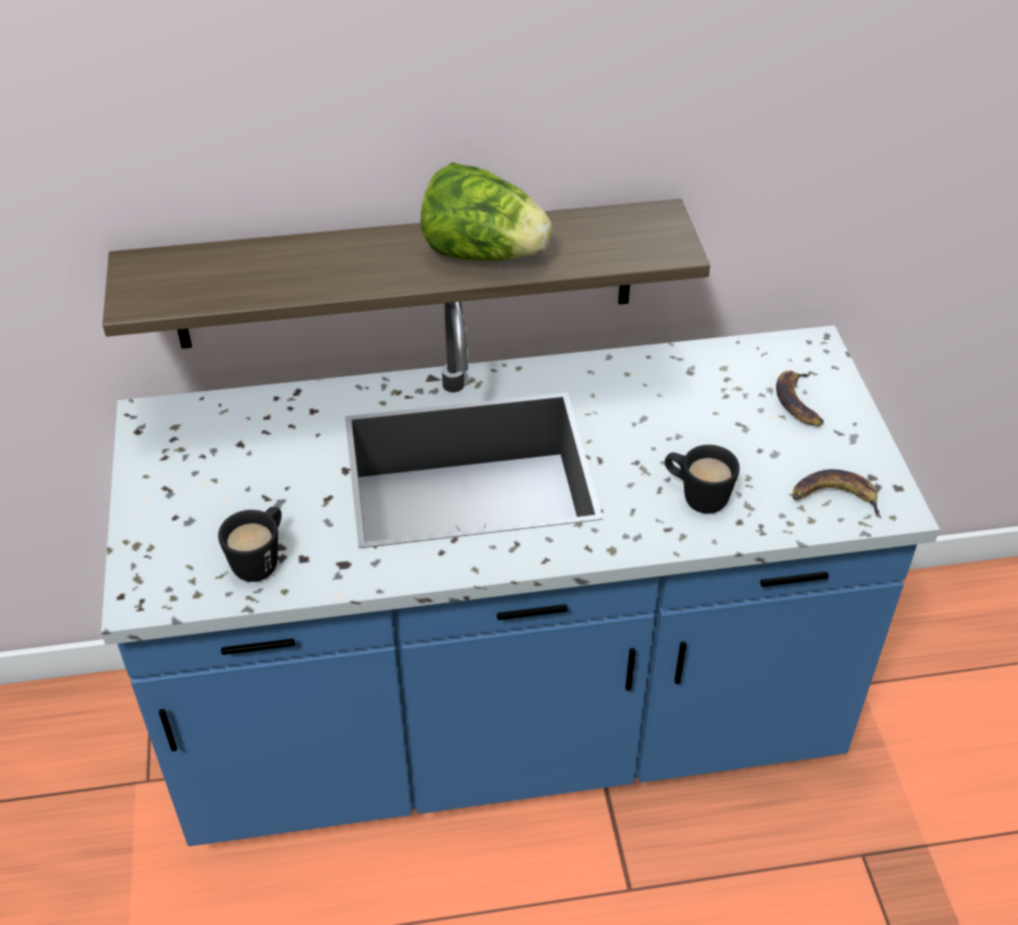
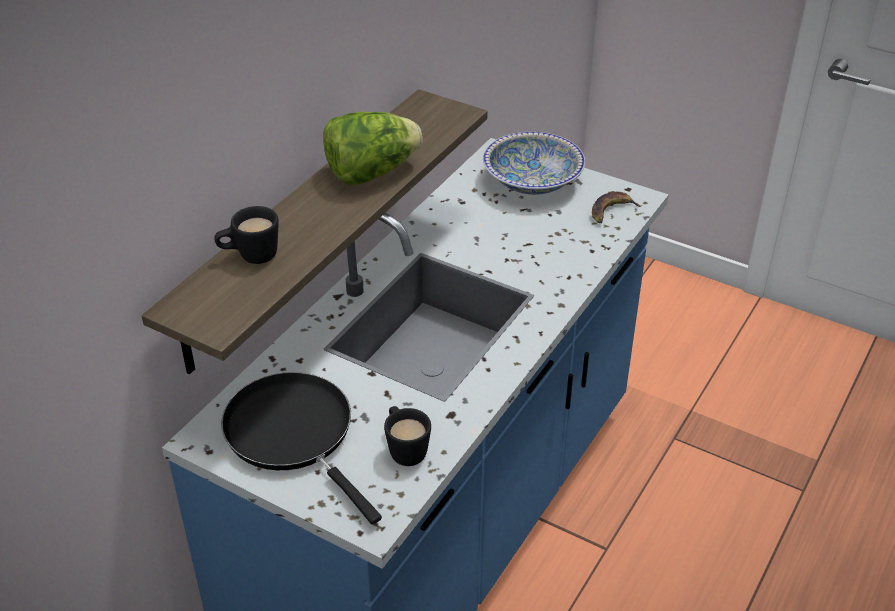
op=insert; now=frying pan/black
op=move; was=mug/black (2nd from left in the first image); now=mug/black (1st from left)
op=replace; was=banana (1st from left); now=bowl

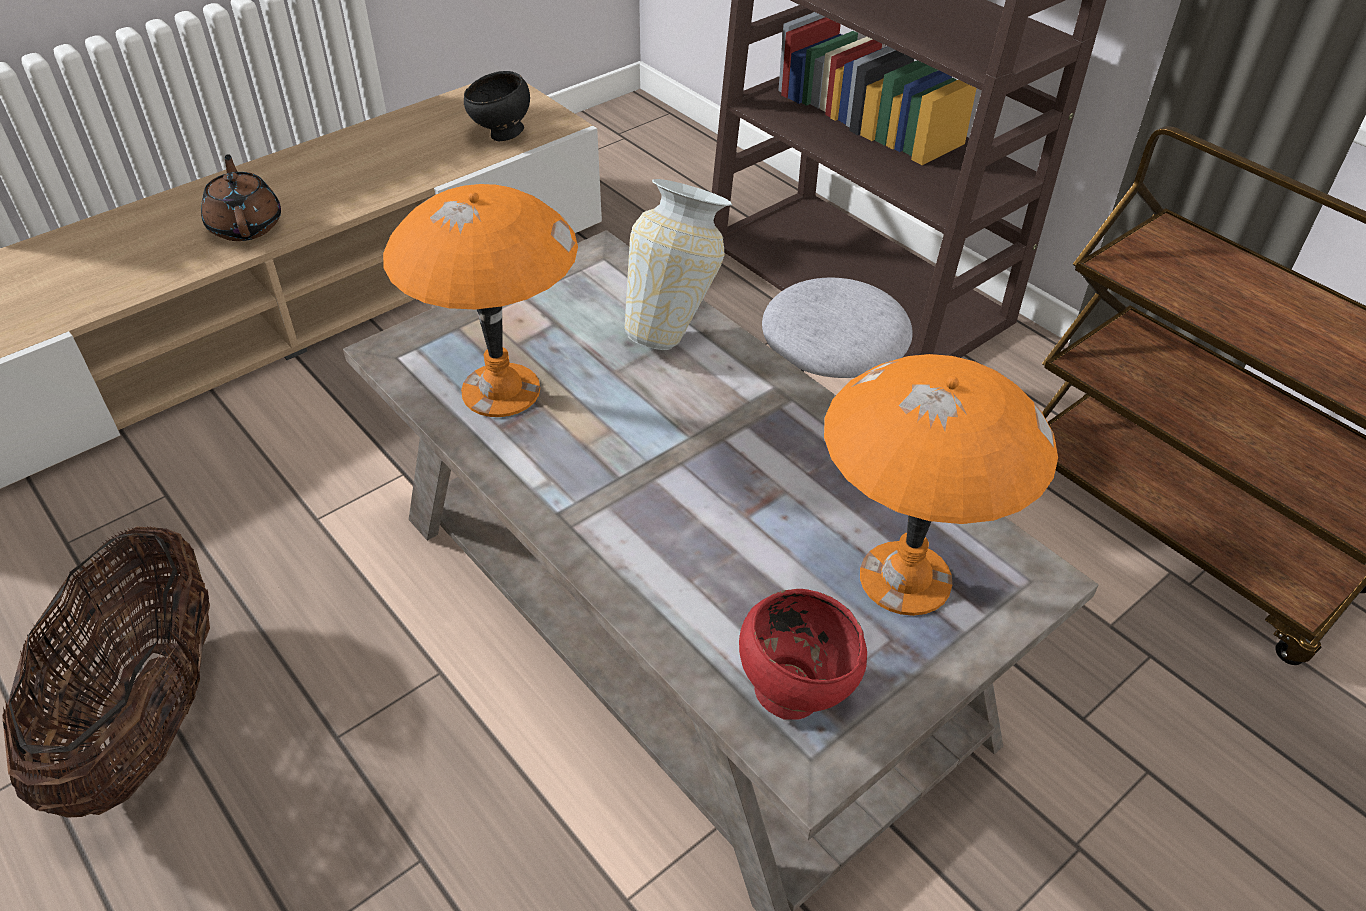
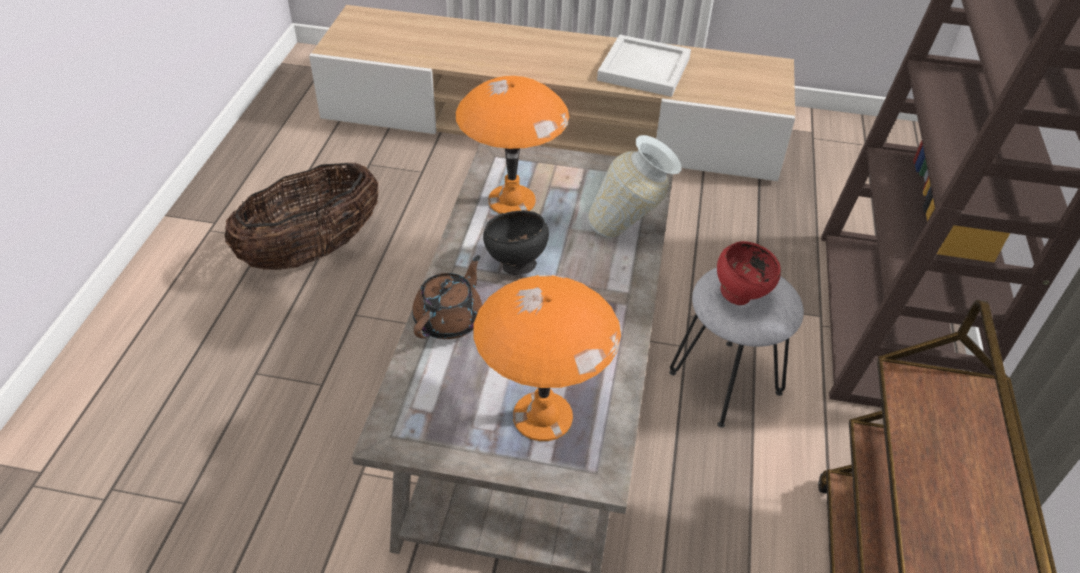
op=insert; now=tray/white
op=move; was=teapot/brown
op=move; was=bowl/black
op=move; was=bowl/red

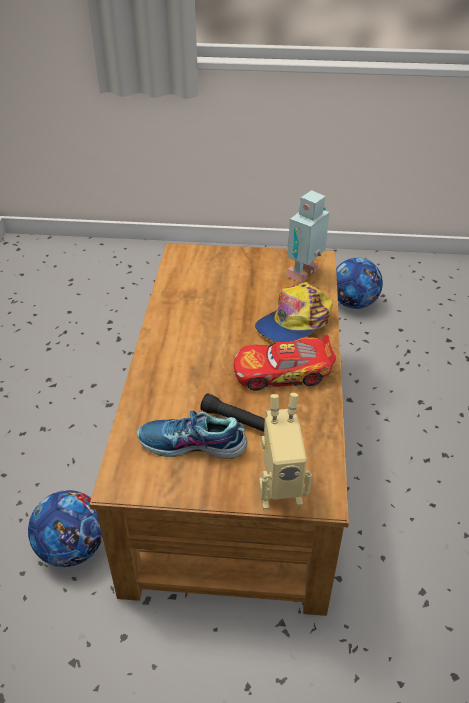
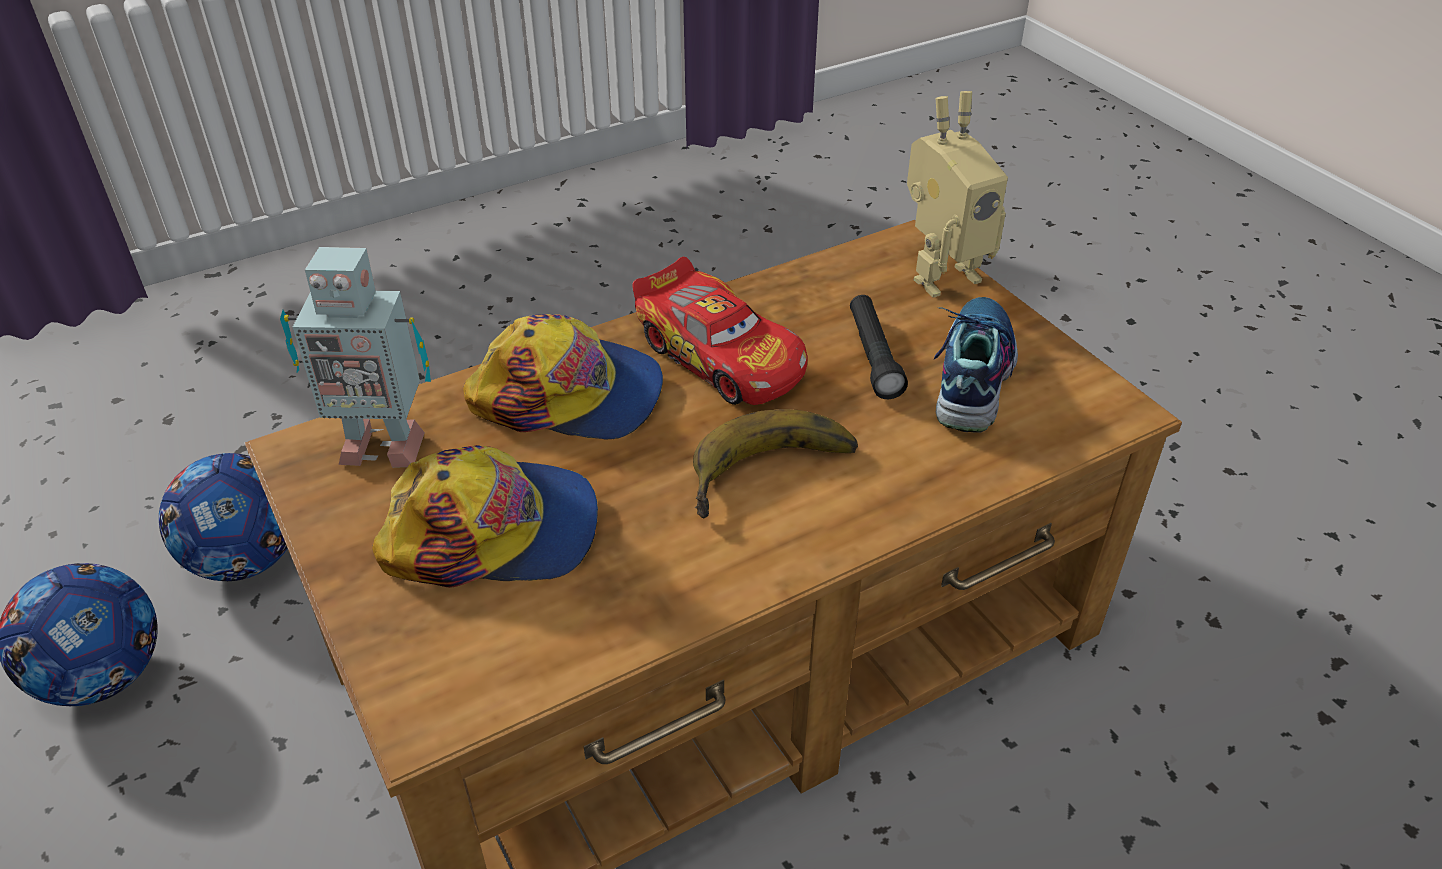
op=insert; now=cap (1st from left)
op=insert; now=banana
op=move; was=football (1st from left in the first image); now=football (2nd from left)
op=rotate; was=shoe; clockwise=-135
op=rotate; was=toy robot (1st from left in the first image); clockwise=105

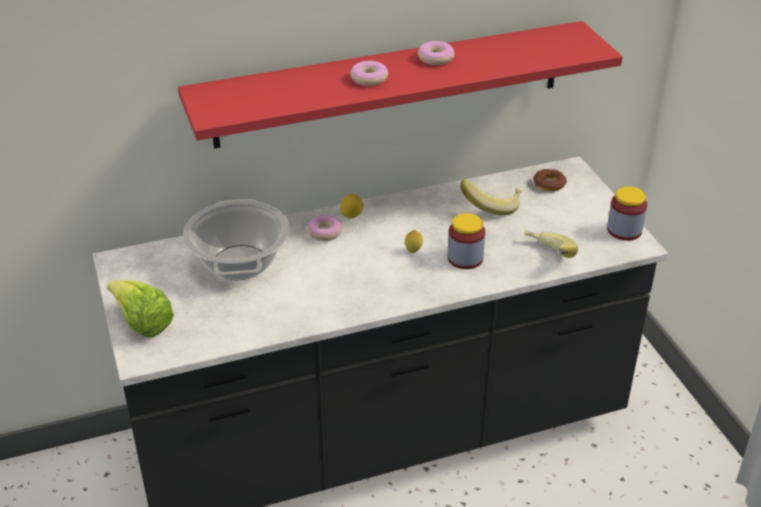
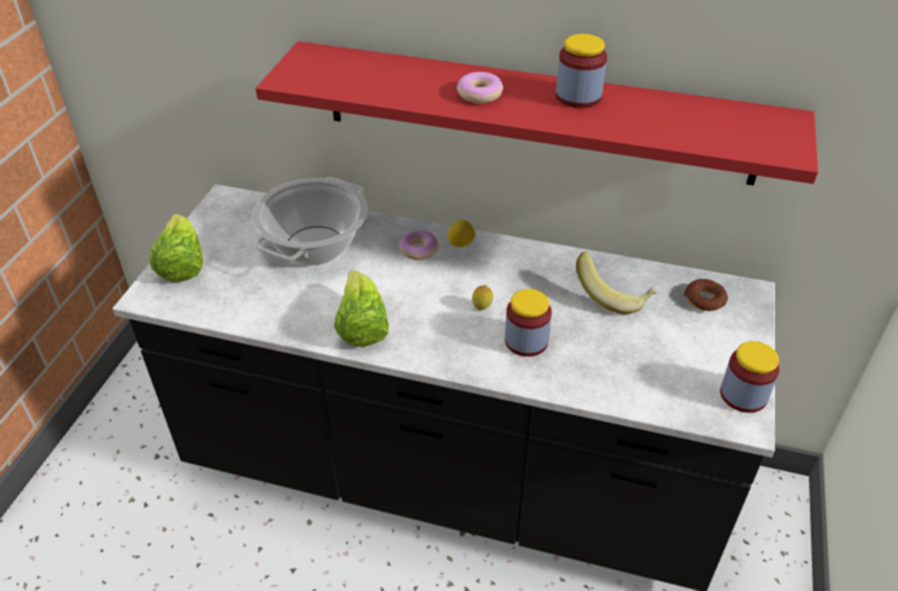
op=delete; was=banana (2nd from left)
op=insert; now=lettuce (2nd from left)
op=replace; was=donut (3rd from left); now=jar (2nd from left)

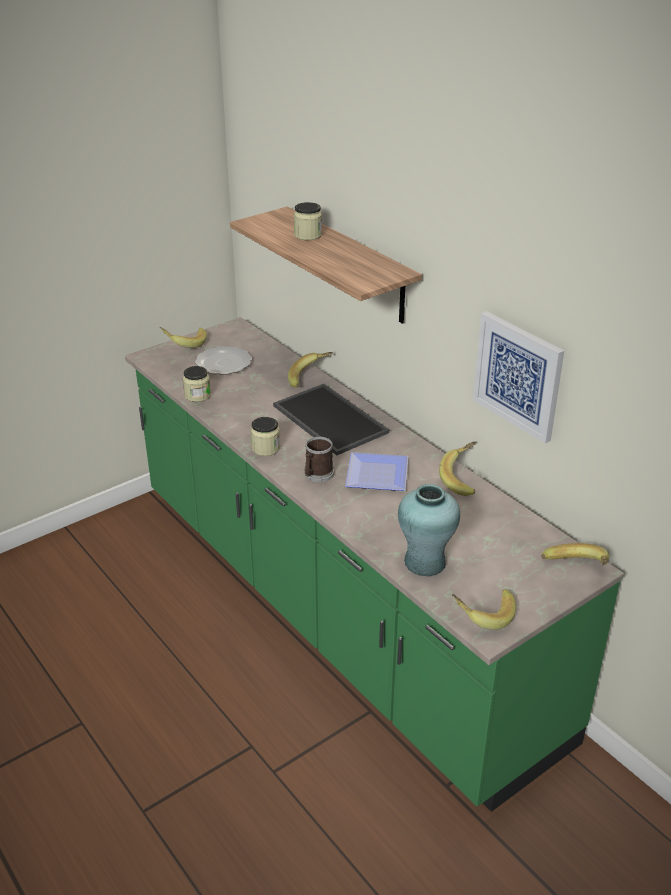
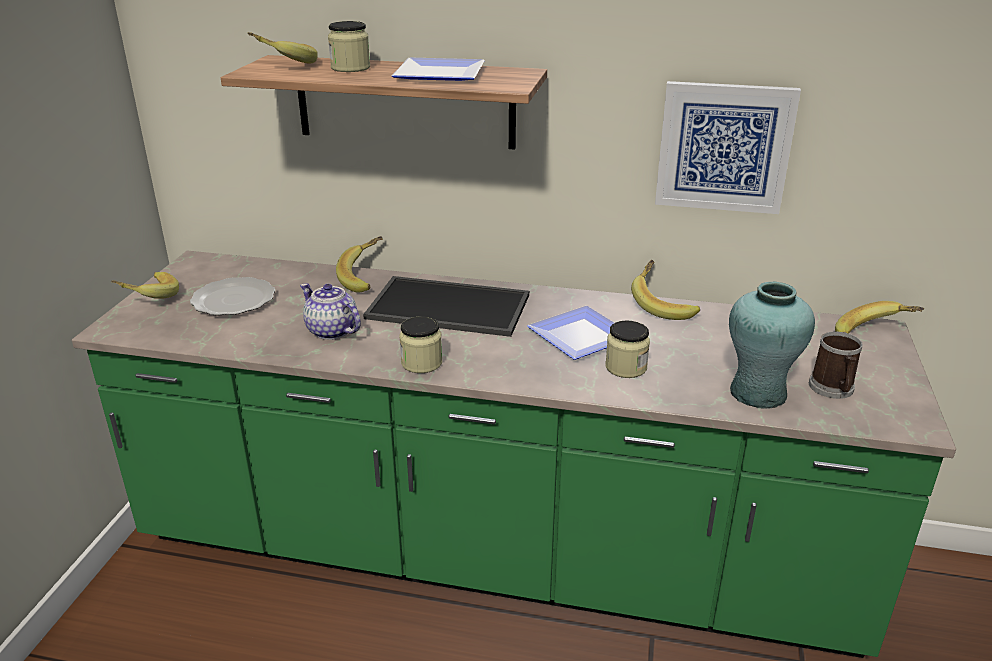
op=insert; now=teapot
op=insert; now=plate (2nd from left)
op=move; was=jar (1st from left in the first image); now=jar (3rd from left)
op=move; was=mug
op=move; was=banana (4th from left in the first image); now=banana (2nd from left)

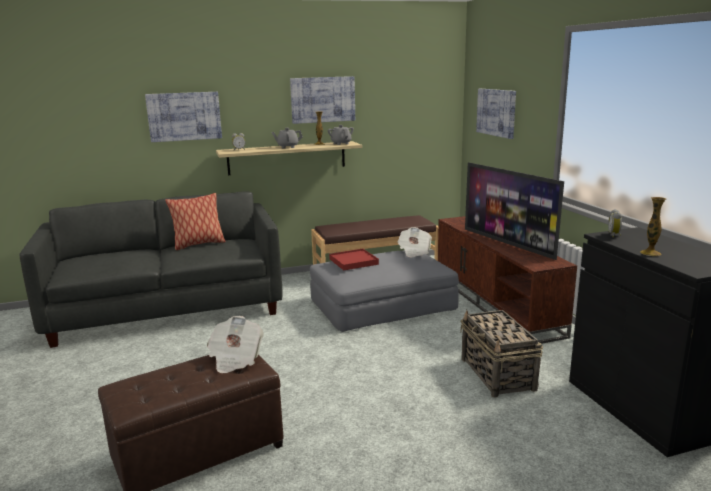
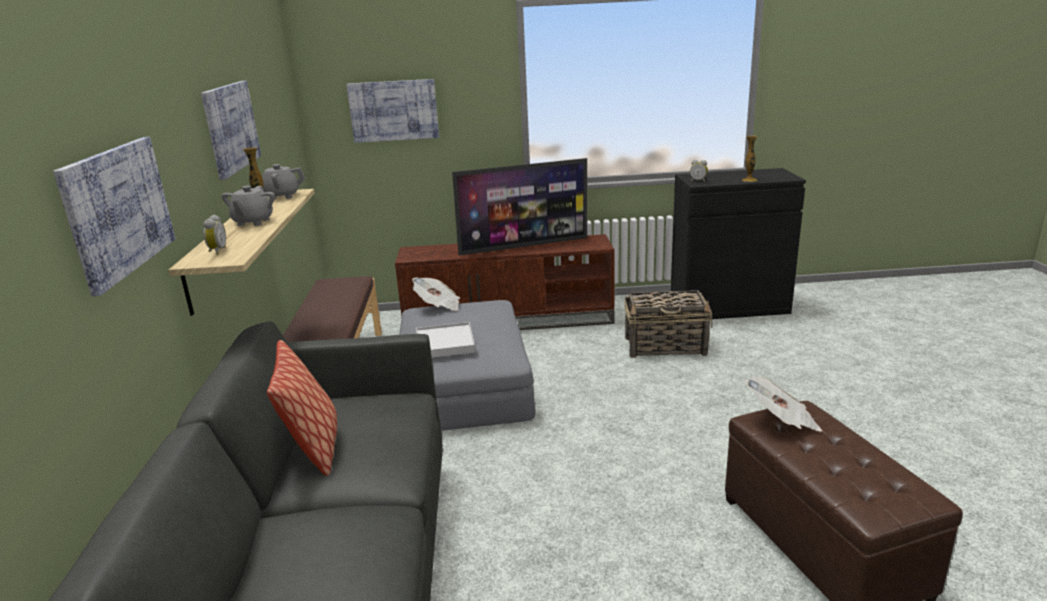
op=recolor; was=tray/red; now=tray/white

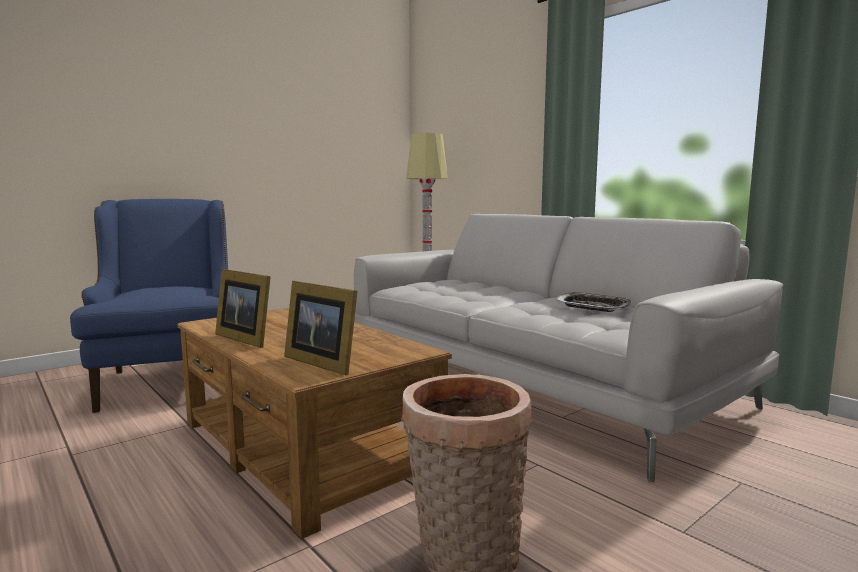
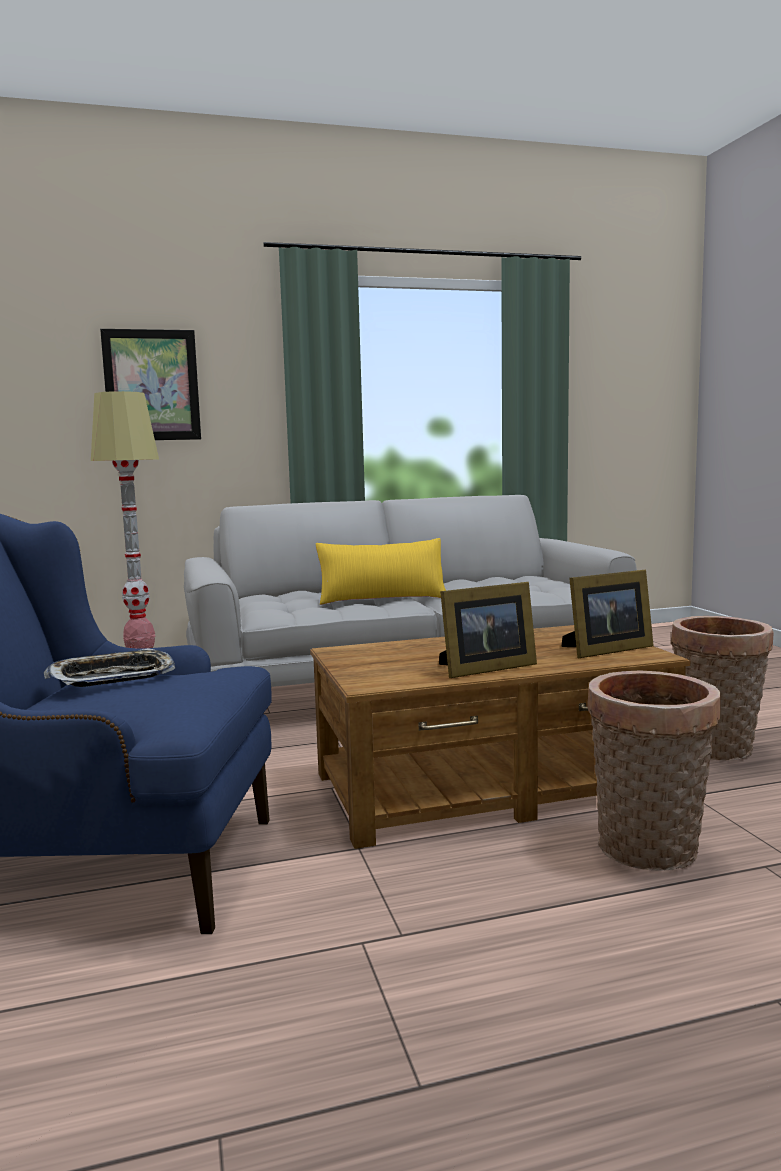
op=insert; now=picture
op=insert; now=pillow/yellow
op=insert; now=basket (1st from left)
op=move; was=tray

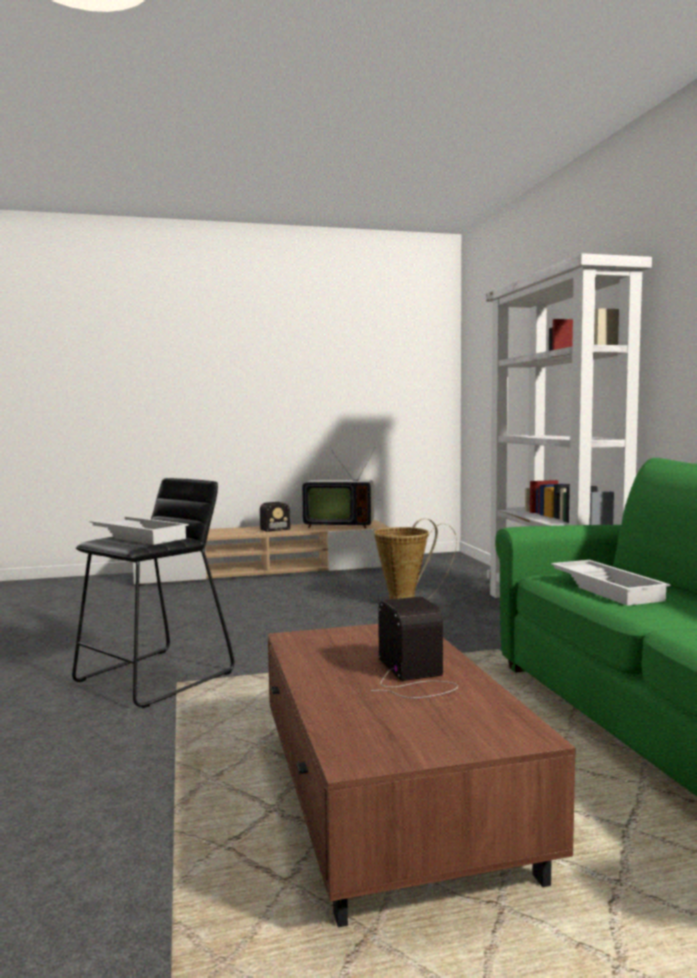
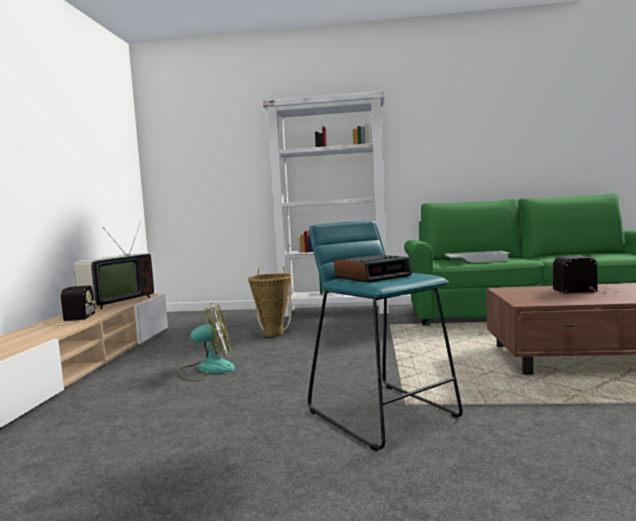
op=insert; now=fan
op=replace; was=tray/white (1st from left); now=alarm clock
op=recolor; was=stool/black; now=stool/turquoise

